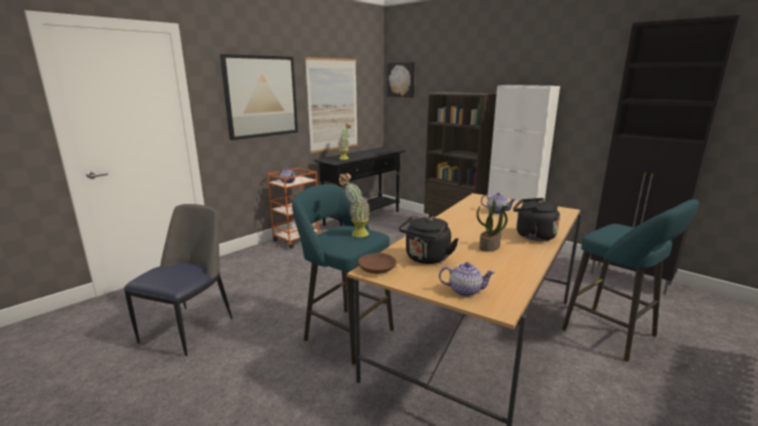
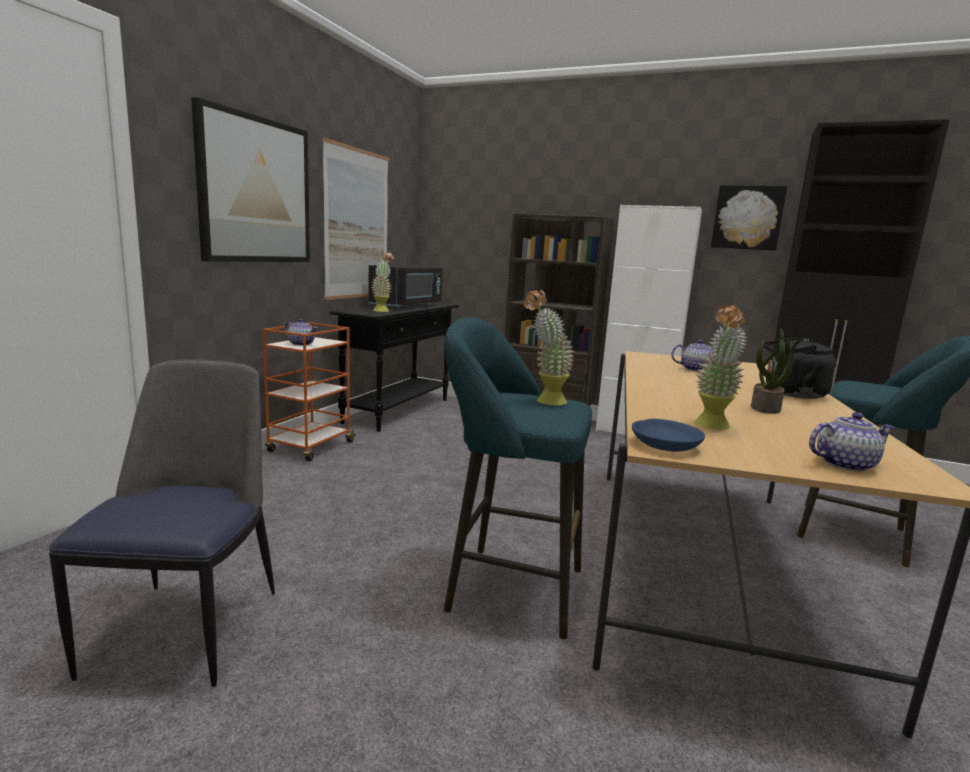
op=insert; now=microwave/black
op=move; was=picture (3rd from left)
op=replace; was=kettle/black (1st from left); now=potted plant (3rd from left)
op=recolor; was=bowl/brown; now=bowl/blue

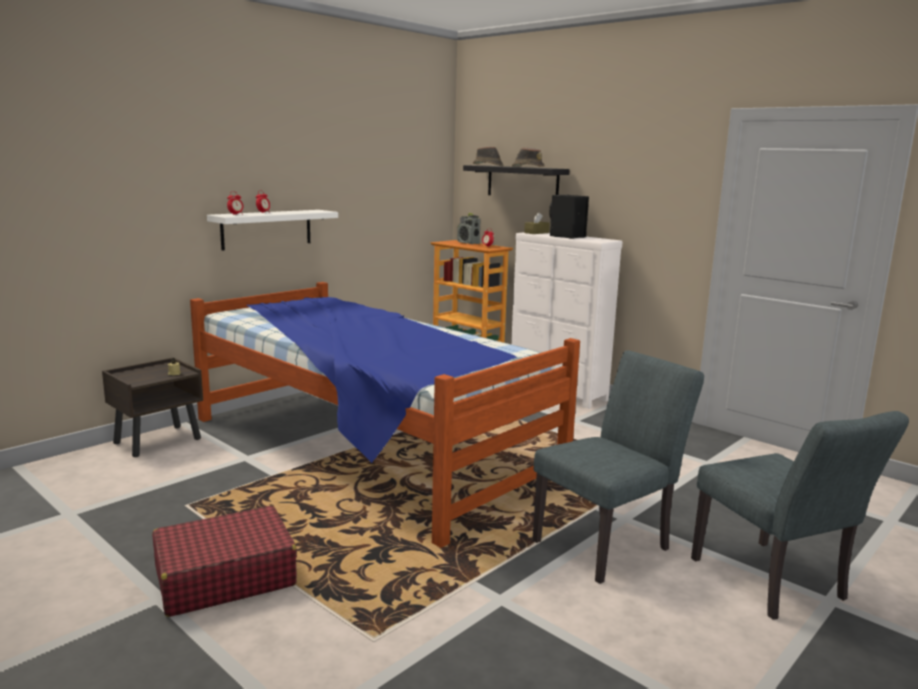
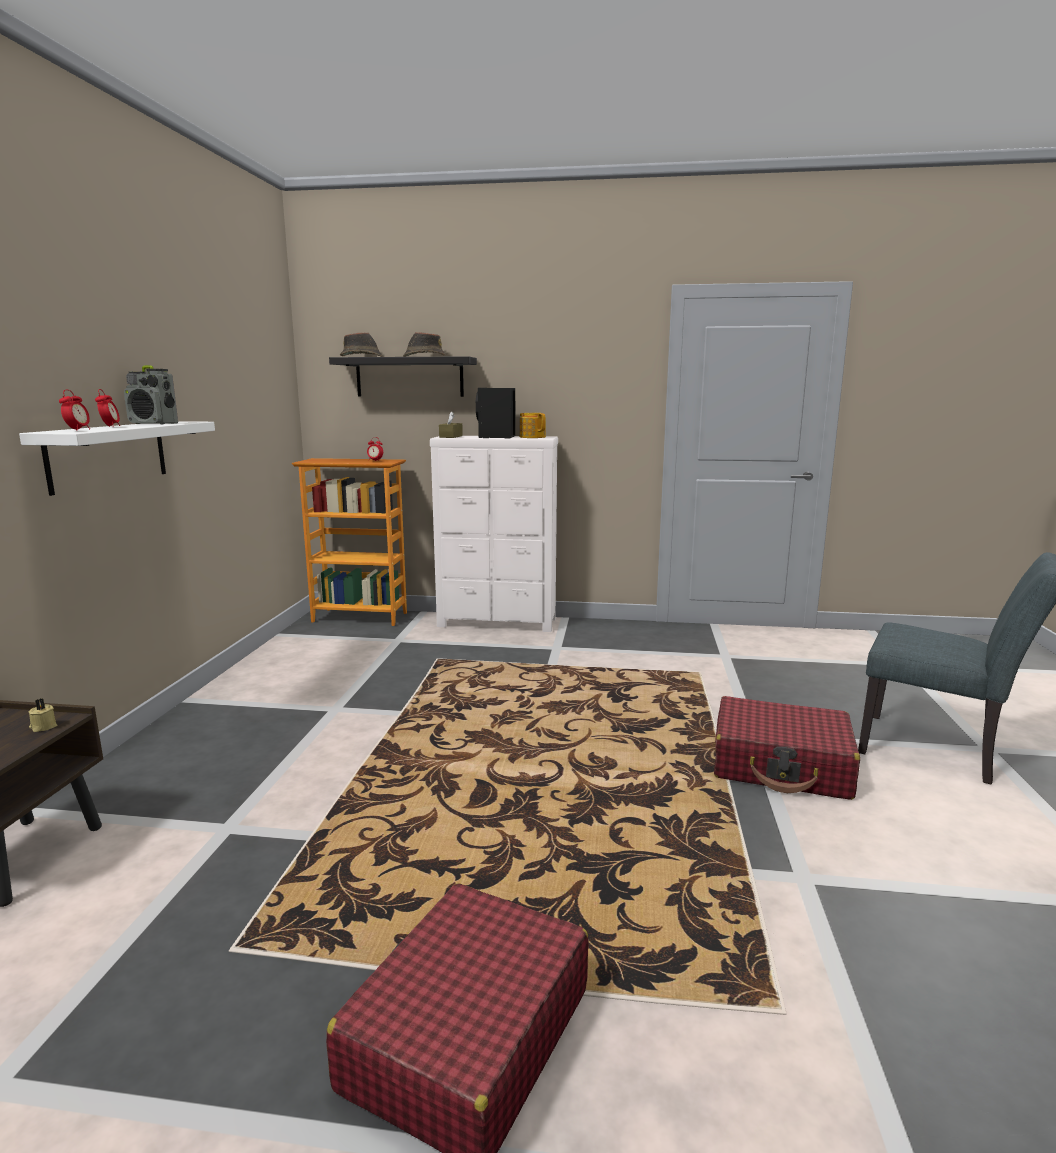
op=delete; was=bed
op=insert; now=teapot
op=move; was=radio
op=replace; was=chair/grey (1st from left); now=suitcase/red (2nd from left)

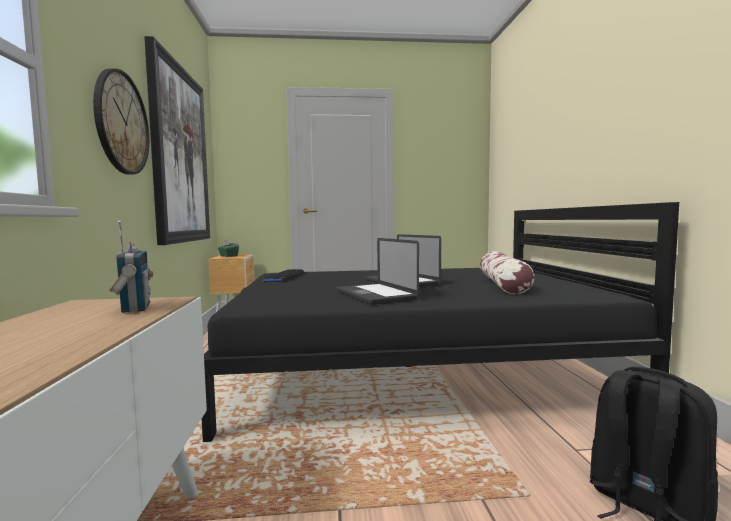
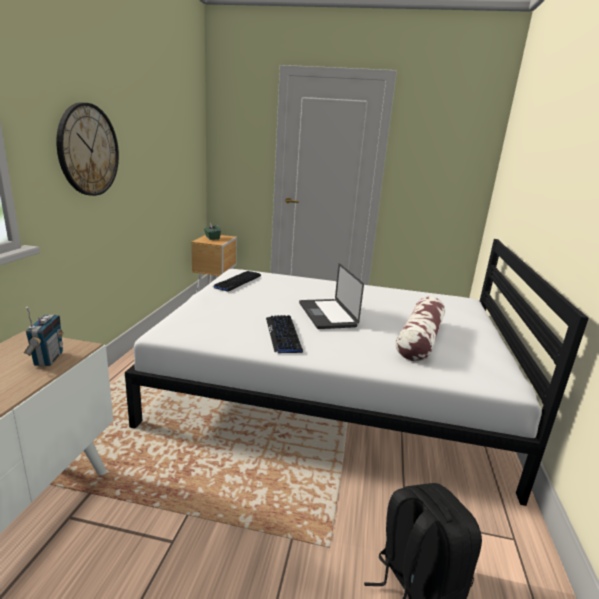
op=delete; was=picture
op=replace; was=laptop (1st from left); now=keyboard (2nd from left)
op=recolor; was=bed/black; now=bed/white

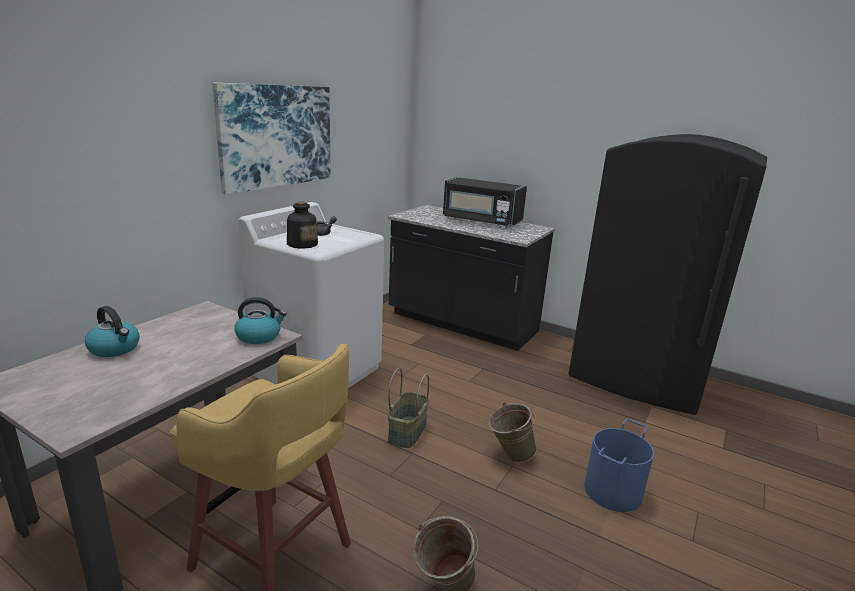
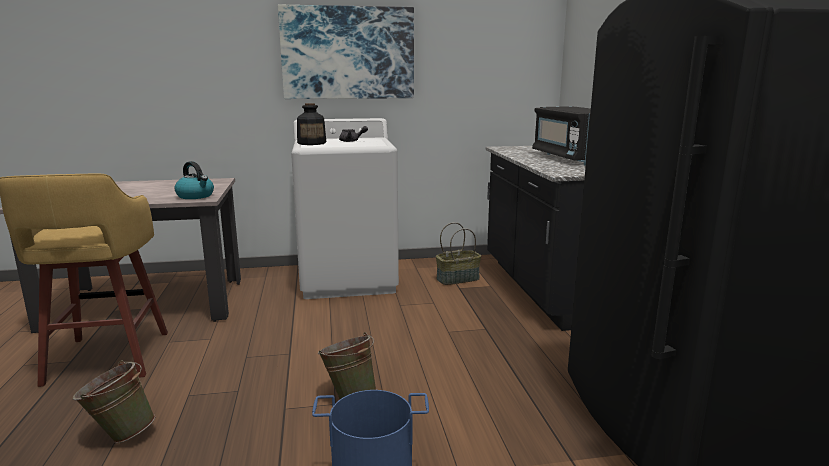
op=delete; was=kettle (1st from left)
op=move; was=basket

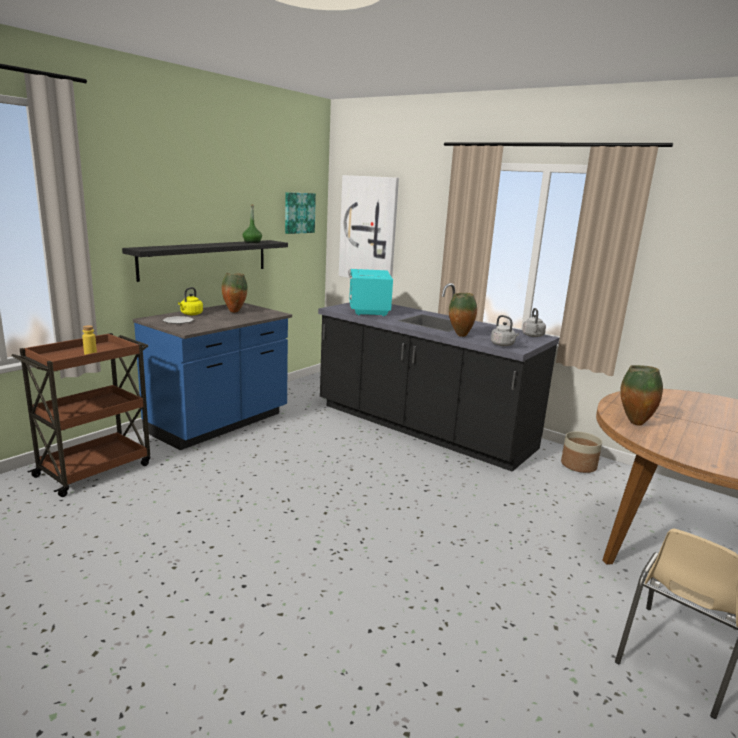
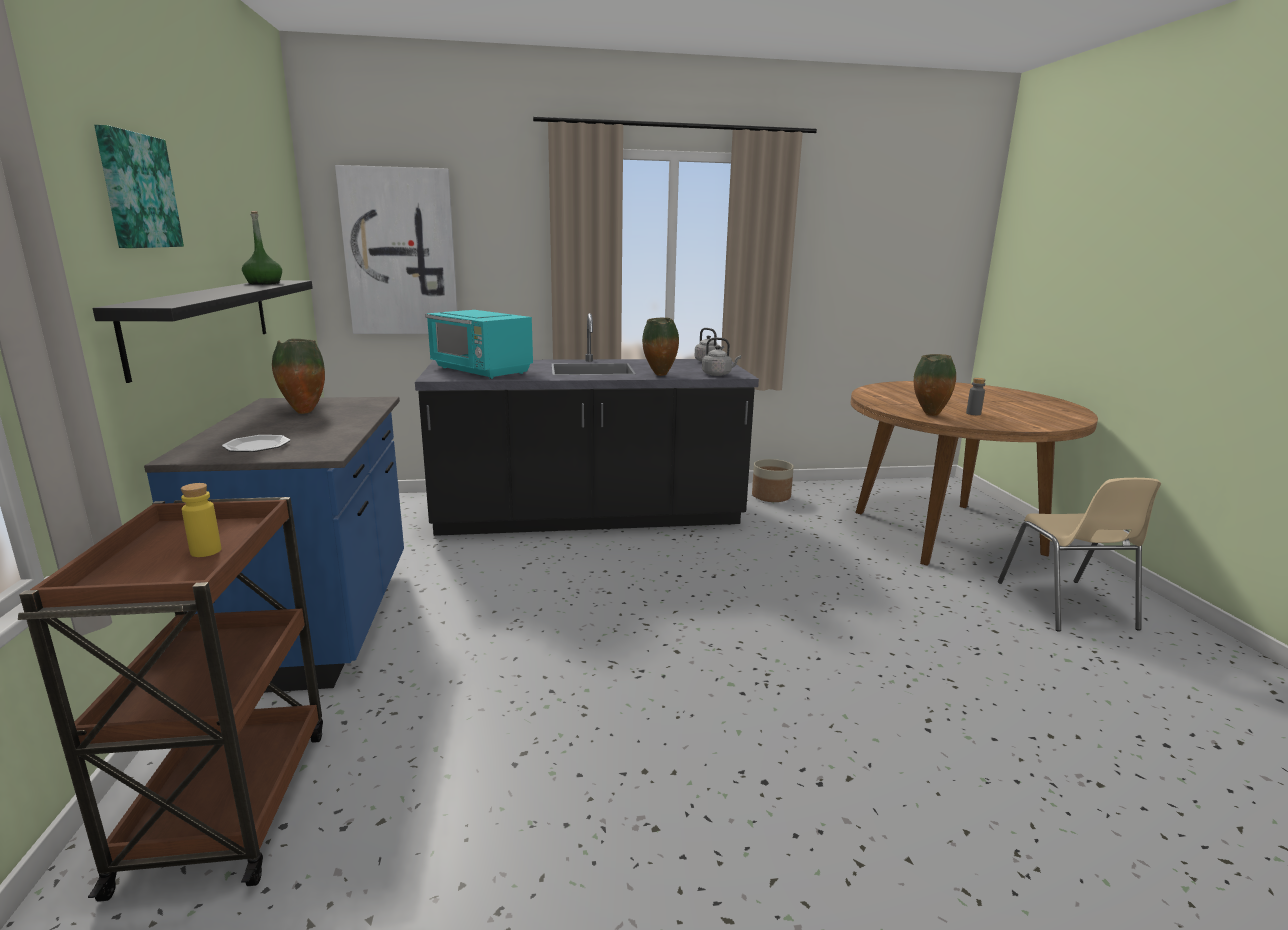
op=delete; was=kettle/yellow
op=insert; now=bottle/grey
op=move; was=picture (1st from left)

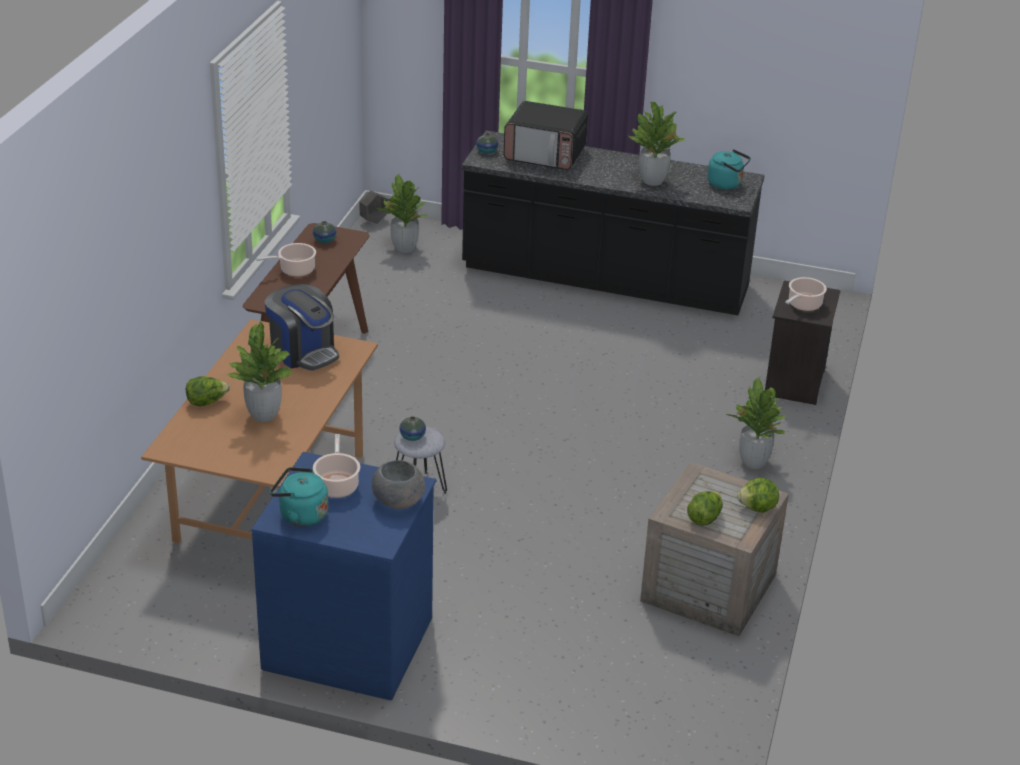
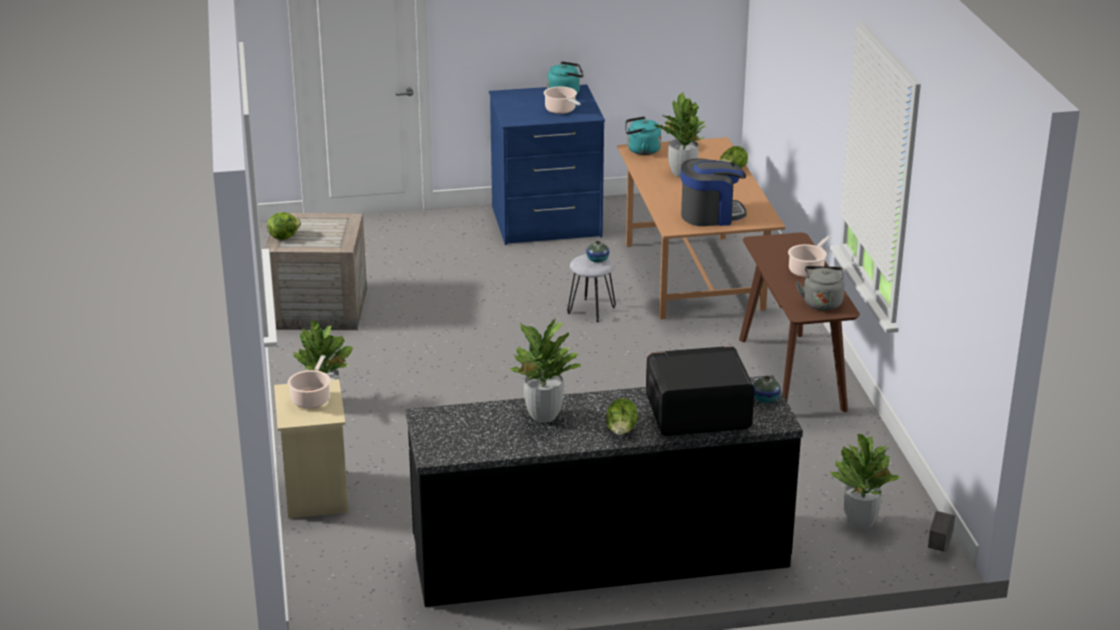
op=delete; was=bowl/grey
op=move; was=lettuce (2nd from left)
op=move; was=kettle/turquoise (2nd from left)
op=replace; was=vase (1st from left); now=kettle/grey
op=recolor; was=nightstand/black; now=nightstand/beige
op=rotate; was=coffee machine; clockwise=150

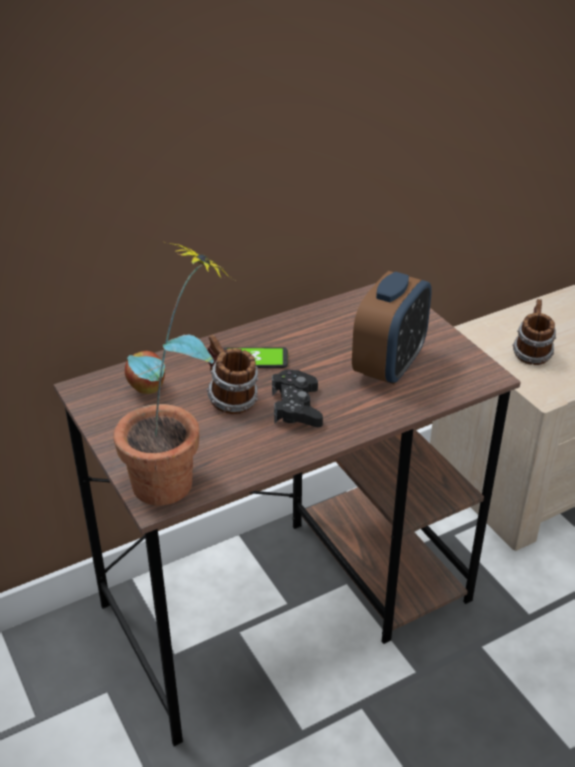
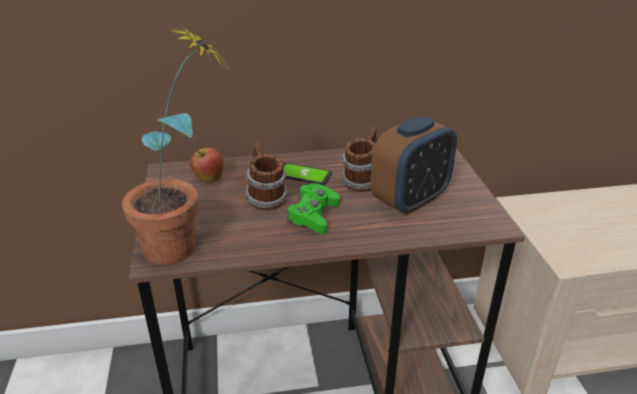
op=move; was=mug (2nd from left)
op=recolor; was=game controller/black; now=game controller/green

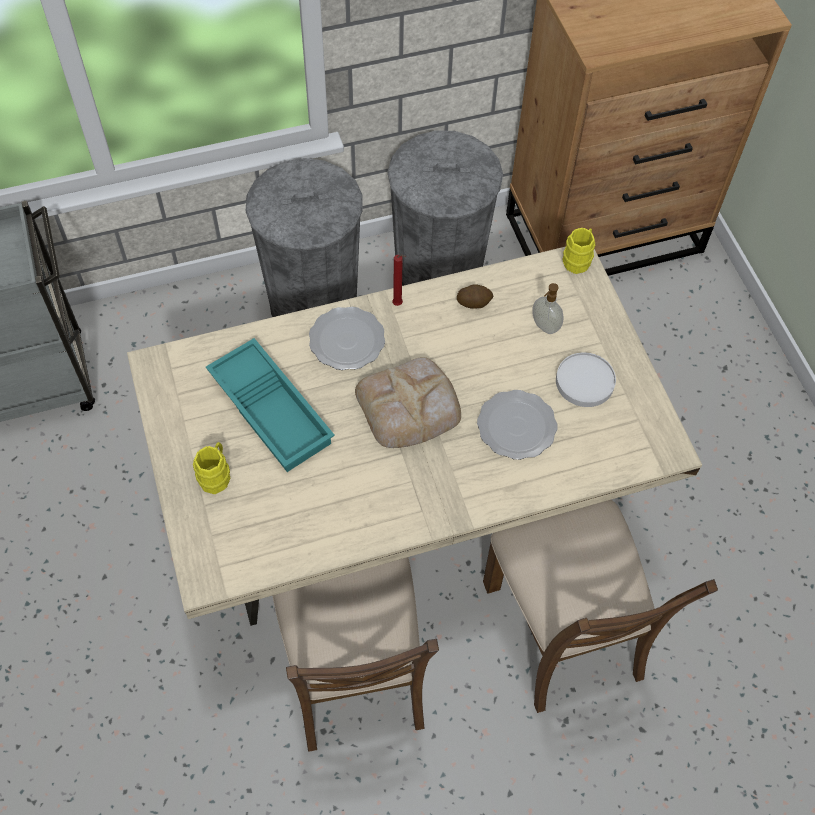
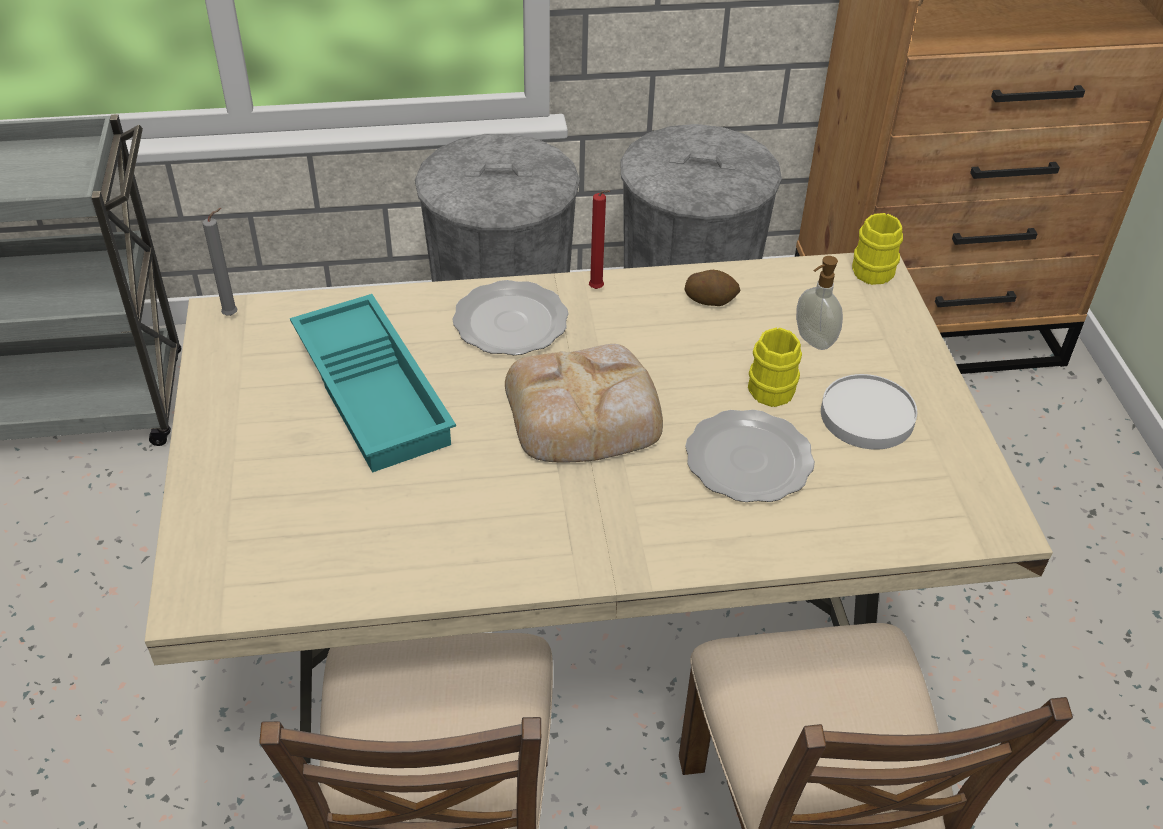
op=insert; now=candle/grey
op=move; was=mug/yellow (1st from left)

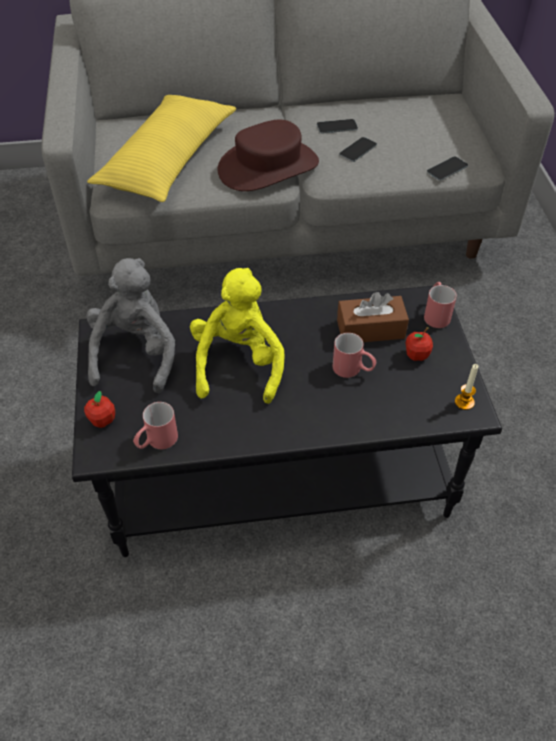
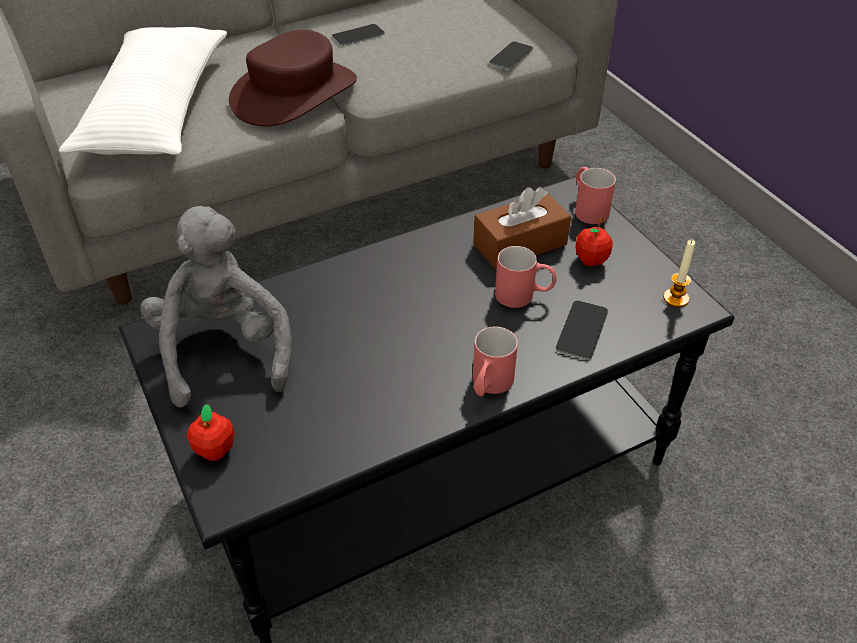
op=delete; was=plush toy/yellow
op=move; was=mug/red (1st from left)
op=move; was=phone (2nd from left in the first image); now=phone (3rd from left)
op=recolor; was=pillow/yellow; now=pillow/white

